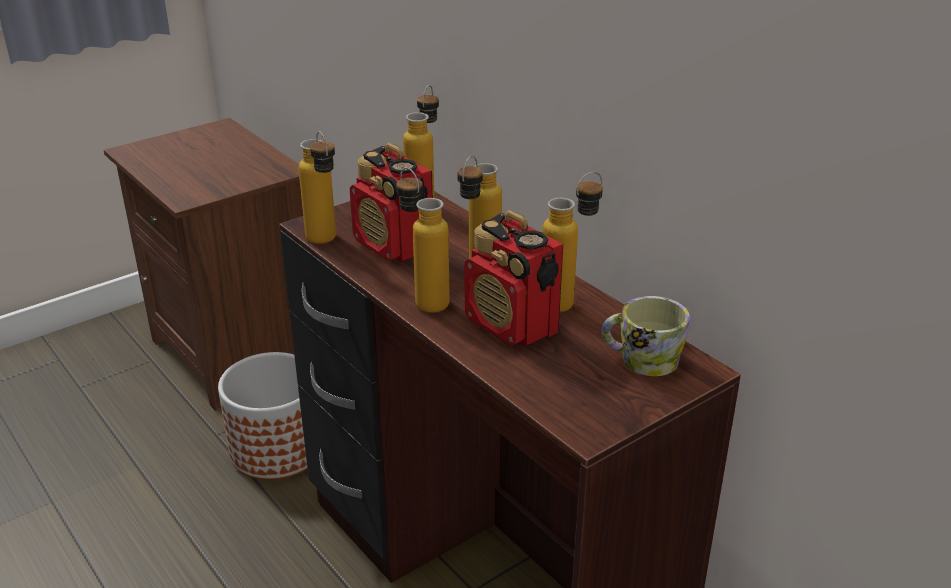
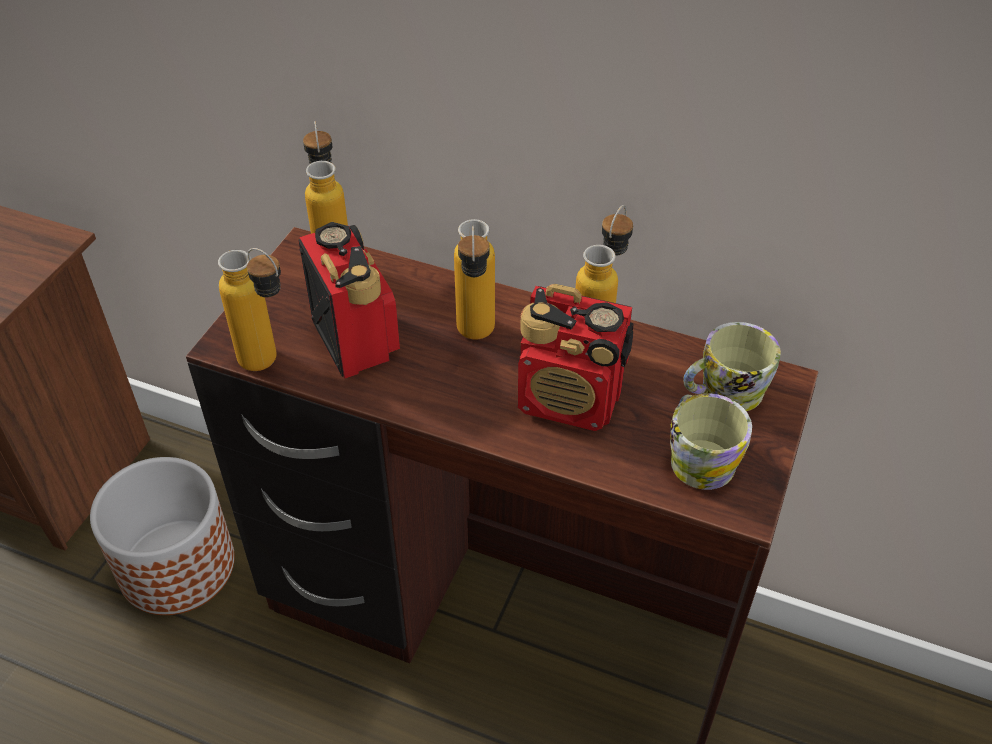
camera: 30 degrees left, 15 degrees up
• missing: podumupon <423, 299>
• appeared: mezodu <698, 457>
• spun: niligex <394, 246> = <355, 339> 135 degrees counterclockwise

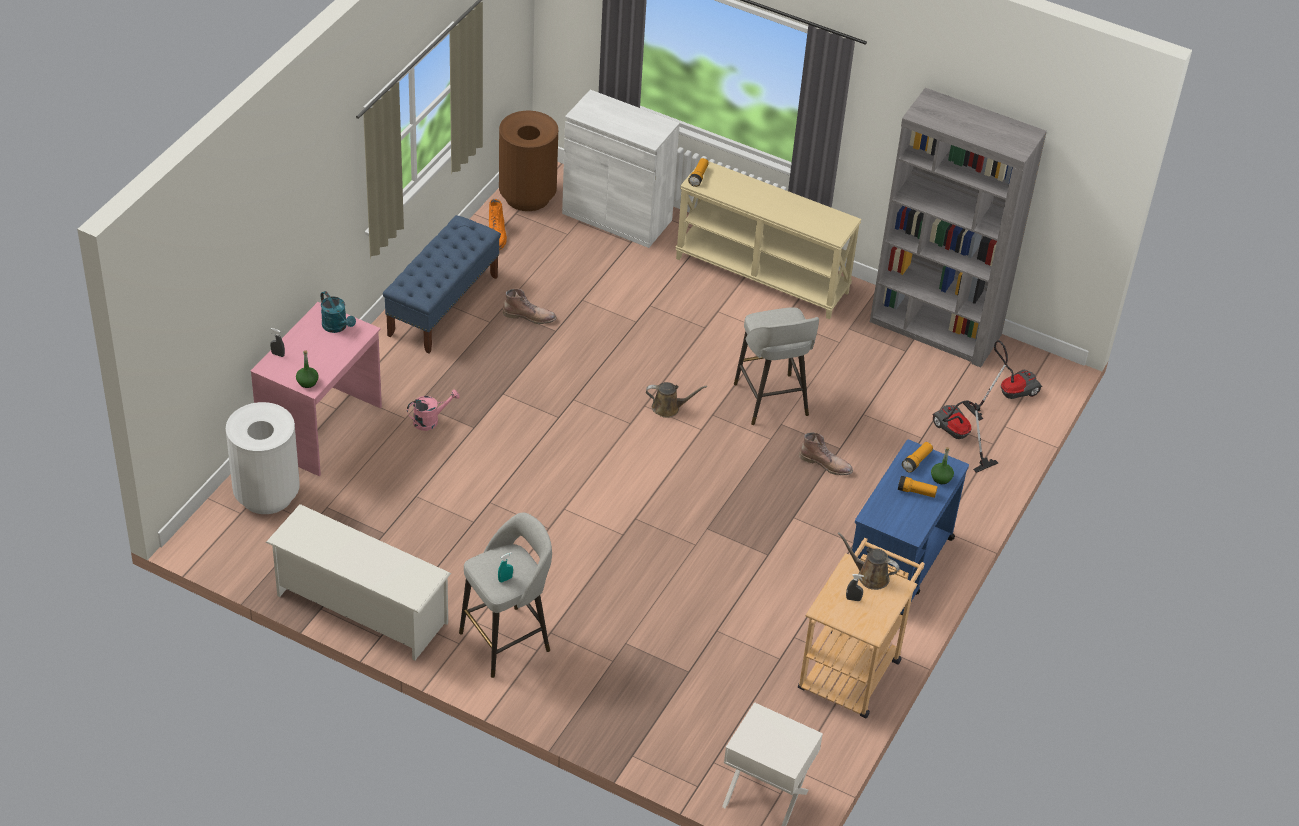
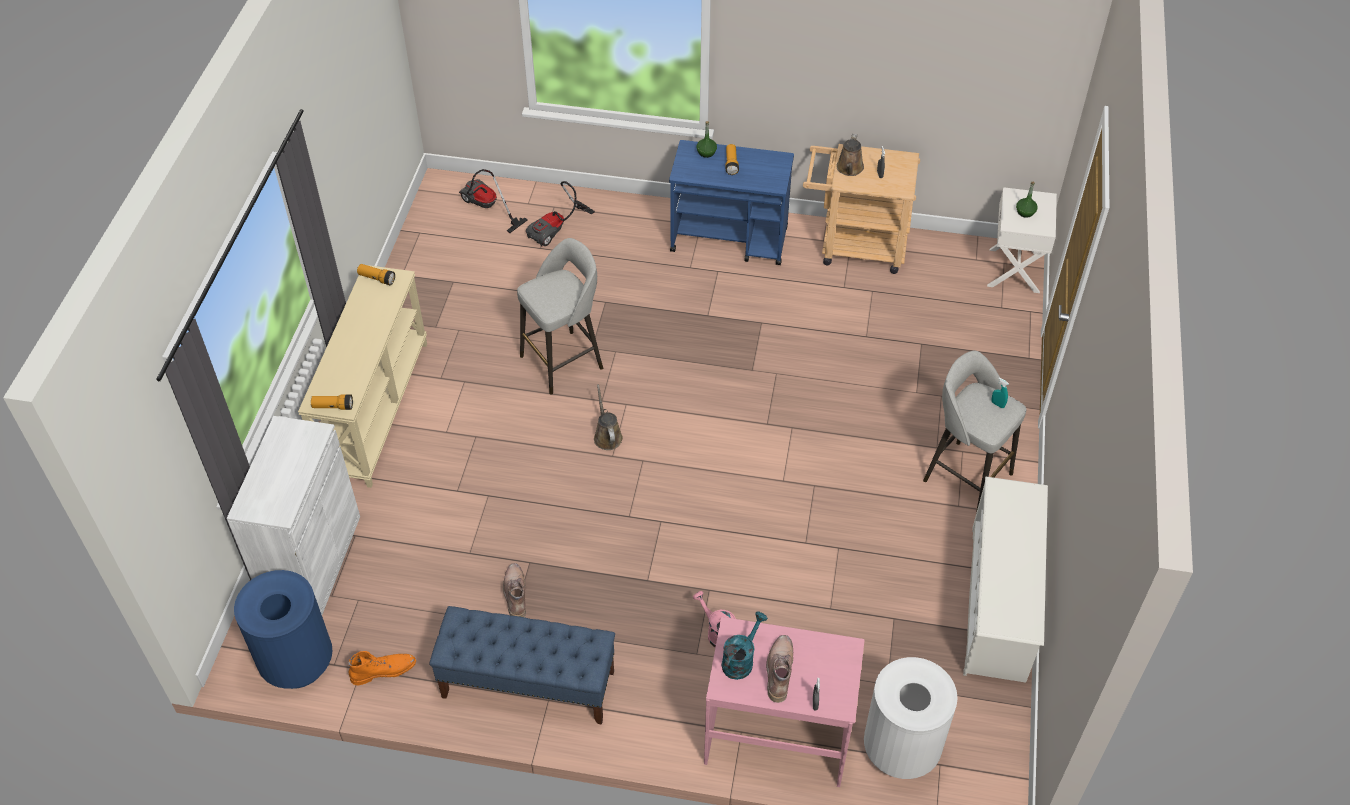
camera: 105 degrees left, 5 degrees up
• missing: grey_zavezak <935, 329>
• relocated: green_podumupon <307, 382> to <1025, 212>
• relocated: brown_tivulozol <826, 464> to <779, 670>
• relocated: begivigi <916, 461> to <377, 278>
• colour: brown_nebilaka <527, 196> to blue_nebilaka <297, 662>

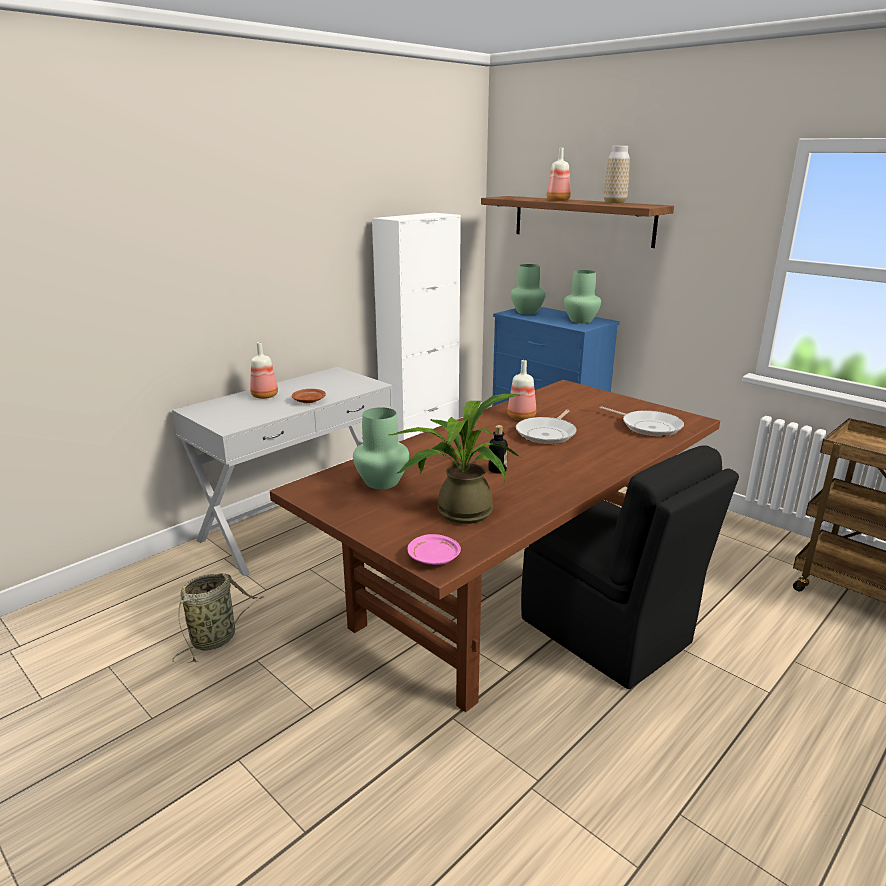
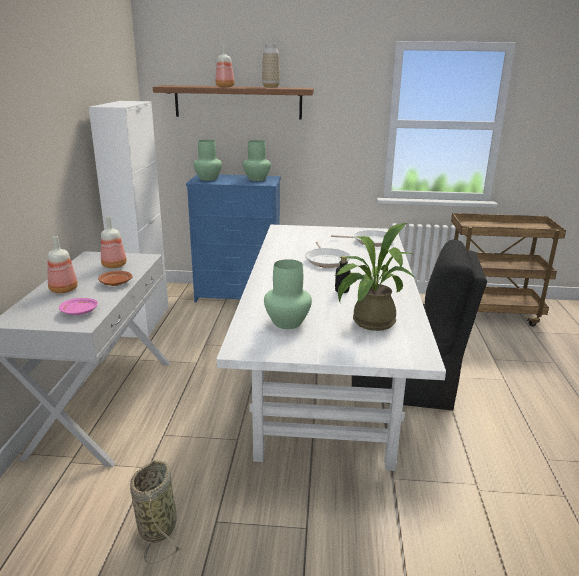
camera: 40 degrees left, 0 degrees up
• relocated: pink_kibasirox <434, 558> to <80, 312>
• relocated: podumupon <522, 417> to <115, 265>
• colour: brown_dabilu <514, 591> to white_dabilu <326, 384>

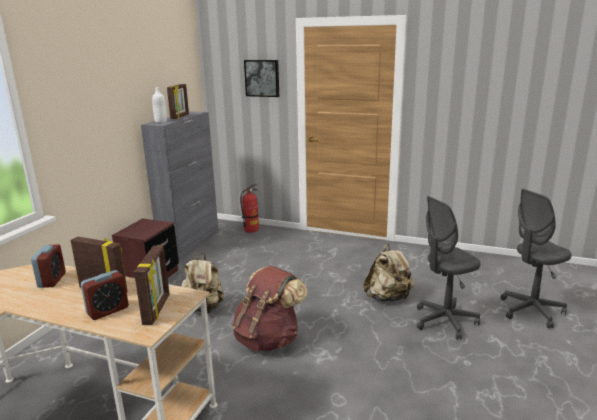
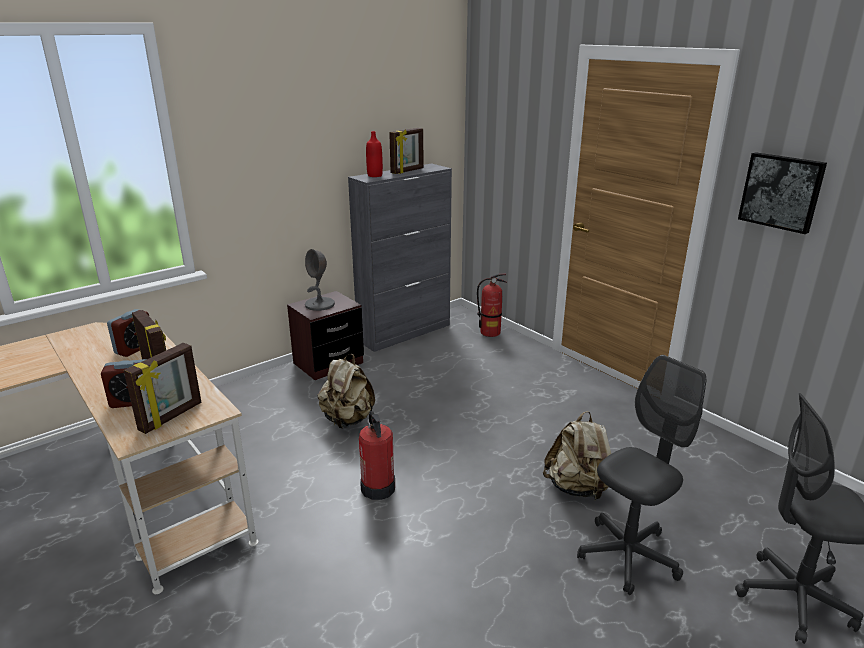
camera: 30 degrees right, 5 degrees up
• appeared: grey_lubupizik <320, 304>
• relocated: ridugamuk <262, 78> to <781, 191>
• exchanged: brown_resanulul <268, 339> to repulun <378, 487>
• colour: white_podumupon <161, 121> to red_podumupon <374, 175>
• spun: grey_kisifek <445, 321> = <628, 556> 135 degrees clockwise

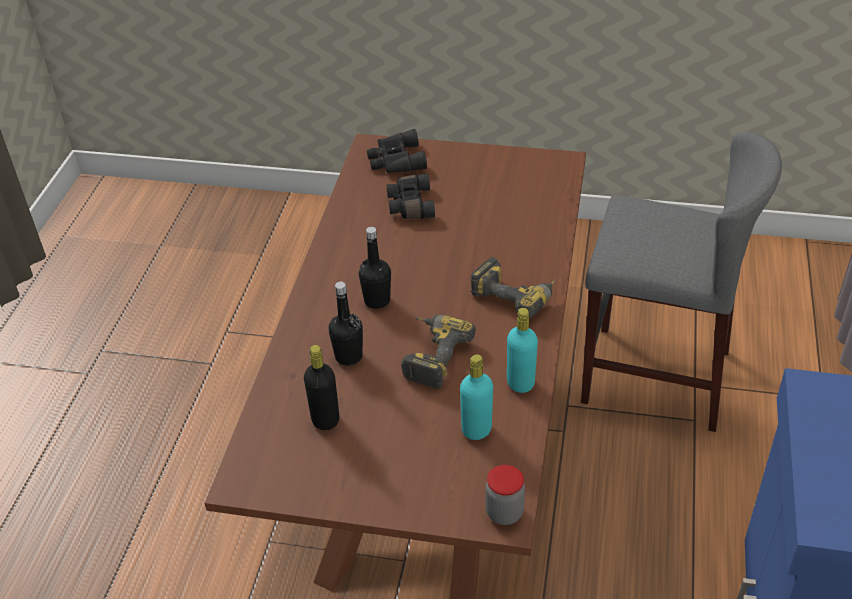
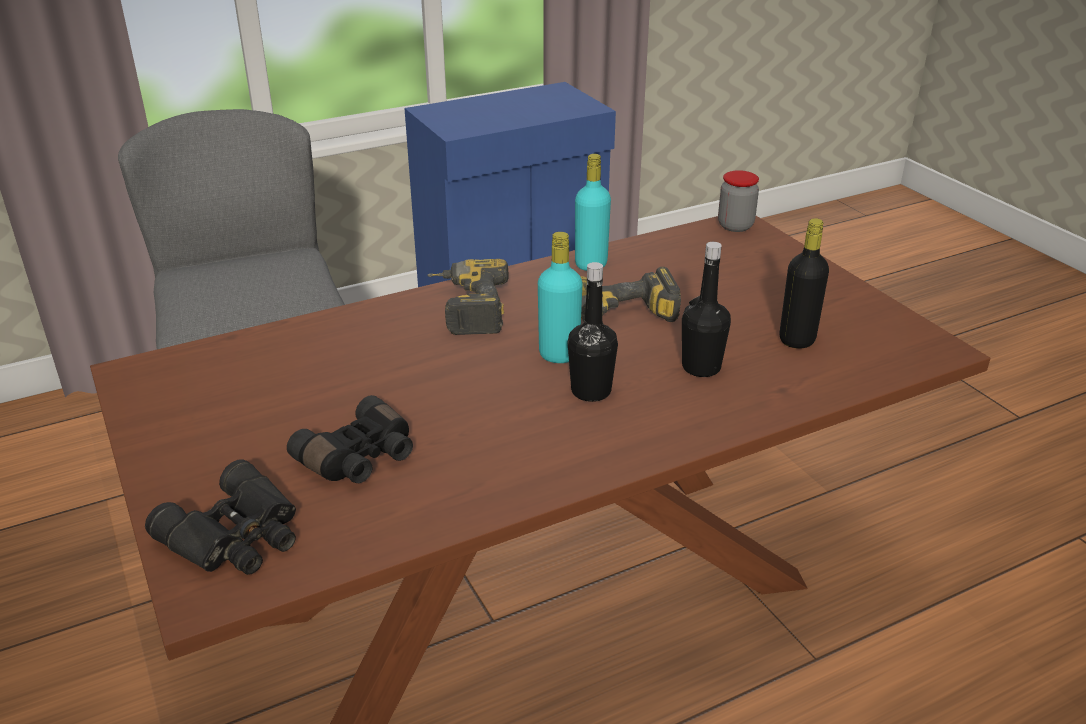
camera: 130 degrees left, 10 degrees down
• relocated: turquoise_podumupon <476, 430> to <559, 355>

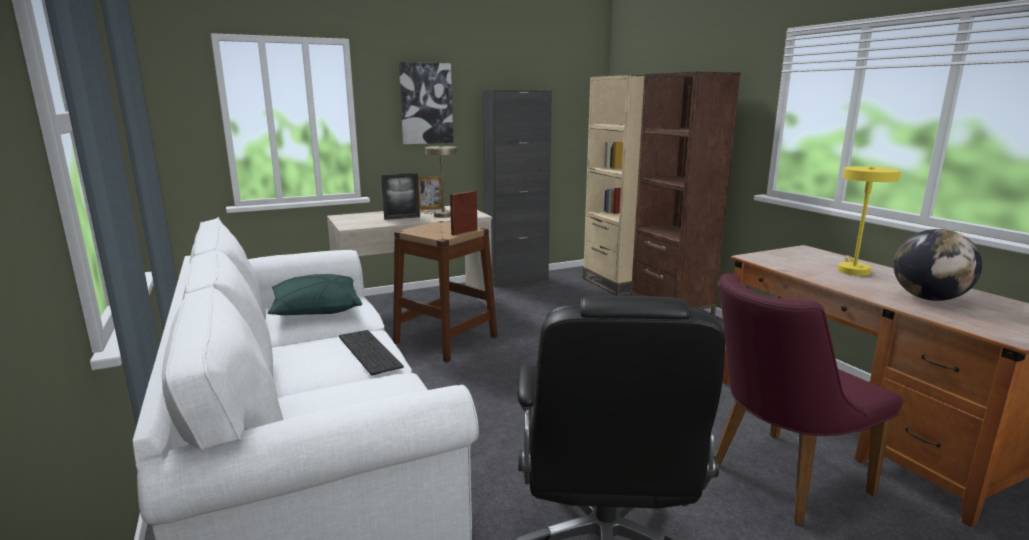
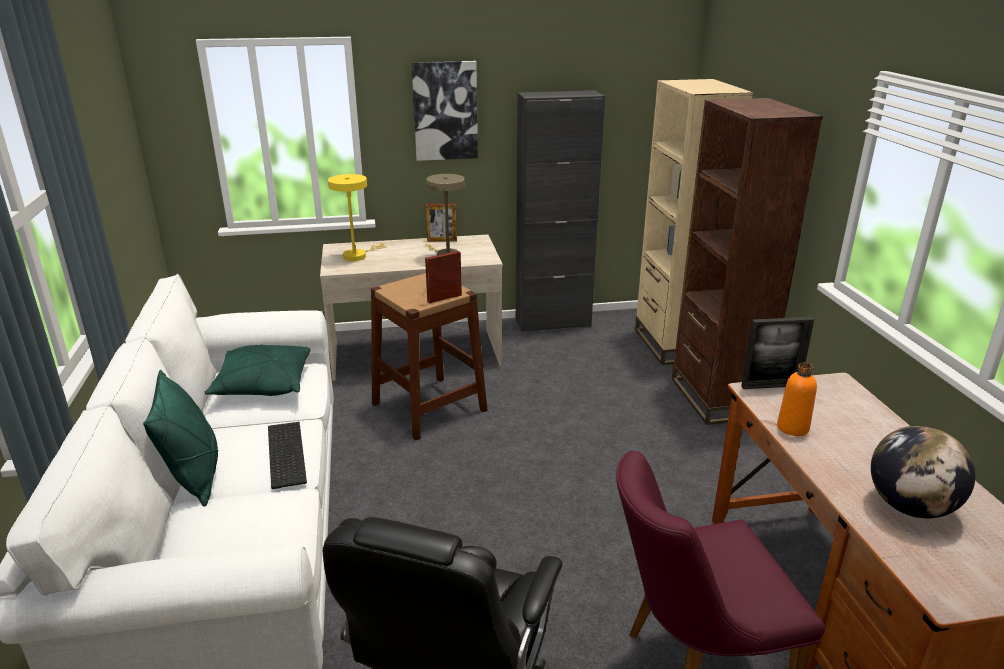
camera: 15 degrees right, 10 degrees up
• appeared: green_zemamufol <195, 476>
• appeared: orange_podumupon <792, 428>
• relocated: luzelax <402, 218> to <770, 386>
• relocated: yellow_lubupizik <852, 269> to <357, 255>

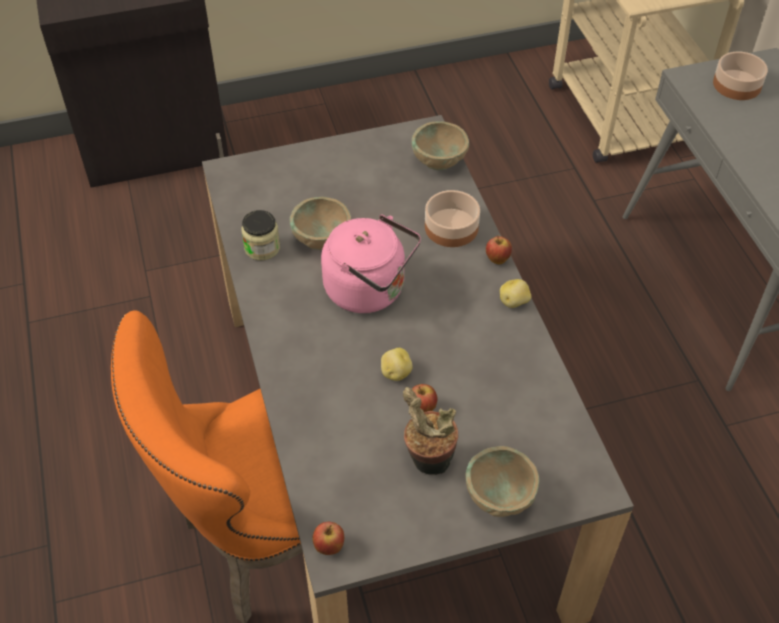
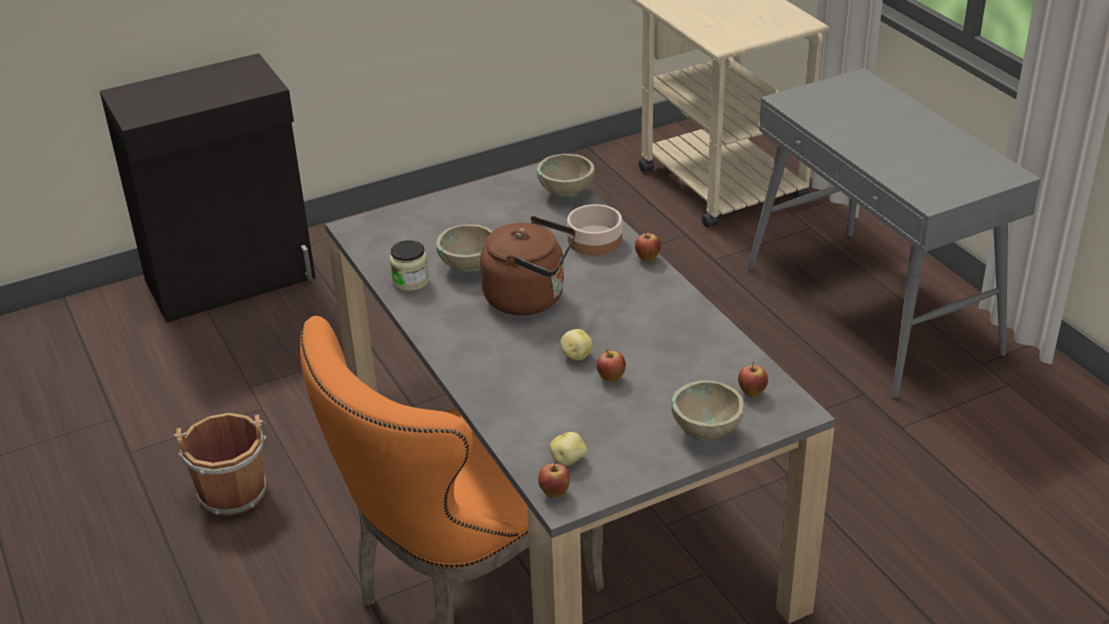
camera: 10 degrees left, 15 degrees down
• missing: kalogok <427, 462>
• missing: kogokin <736, 84>
• appeared: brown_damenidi <232, 491>
• appeared: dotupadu <751, 393>
• relocated: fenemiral <514, 302> to <569, 460>
• colour: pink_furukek <370, 290> to brown_furukek <530, 298>

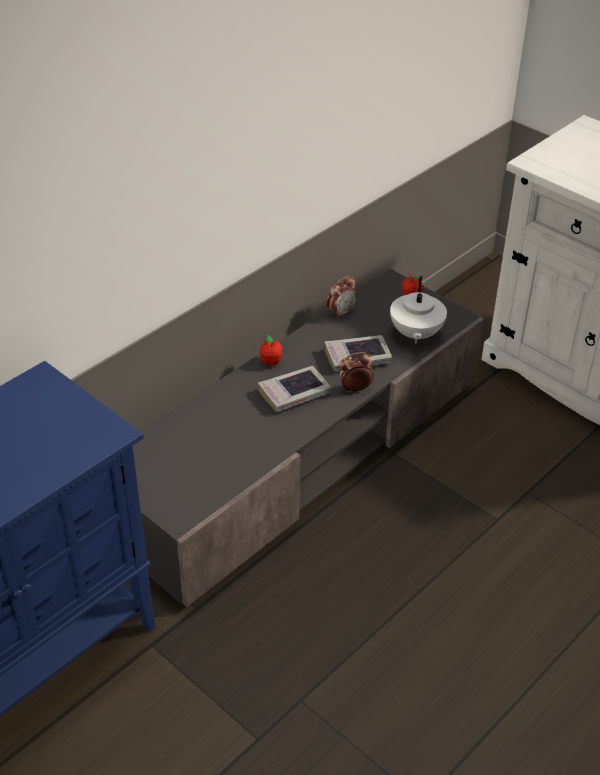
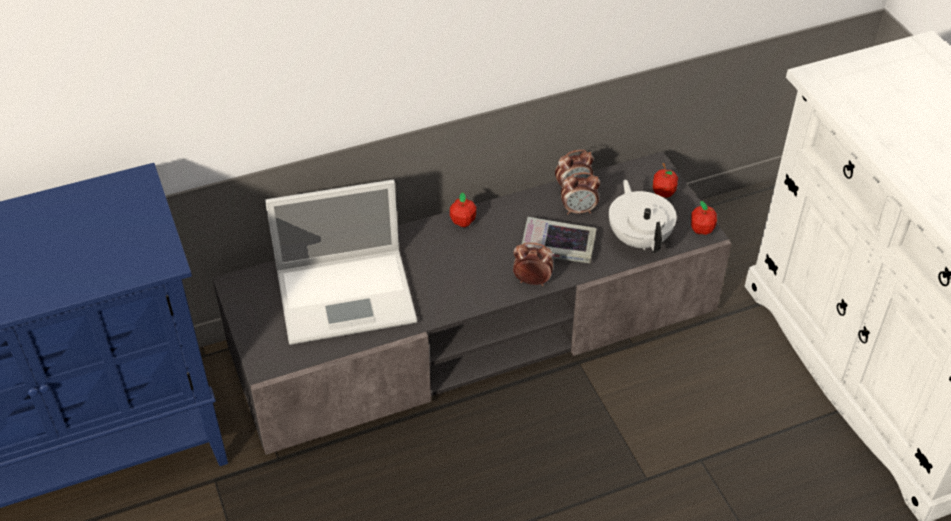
camera: 25 degrees right, 5 degrees up
• missing: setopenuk <294, 393>
• appeared: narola <348, 295>
• appeared: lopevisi <578, 210>
• appeared: dotupadu <701, 230>
• spun: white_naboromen <415, 334> = <639, 238> 135 degrees clockwise

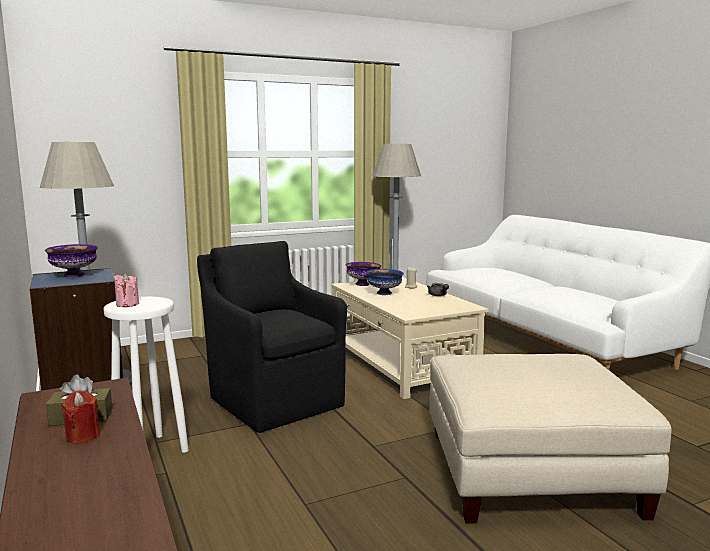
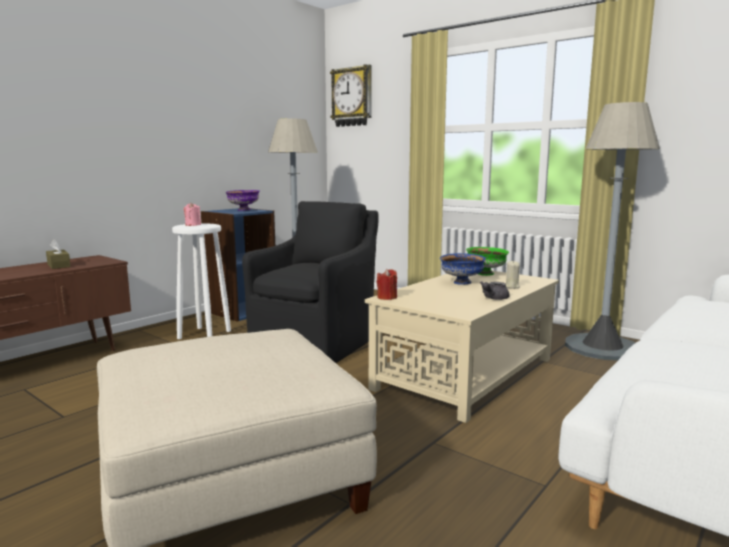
camera: 65 degrees right, 0 degrees up
• appeared: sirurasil <352, 97>
• relocated: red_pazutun <83, 436> to <387, 297>
• colour: purple_kogokin <363, 284> to green_kogokin <486, 274>

